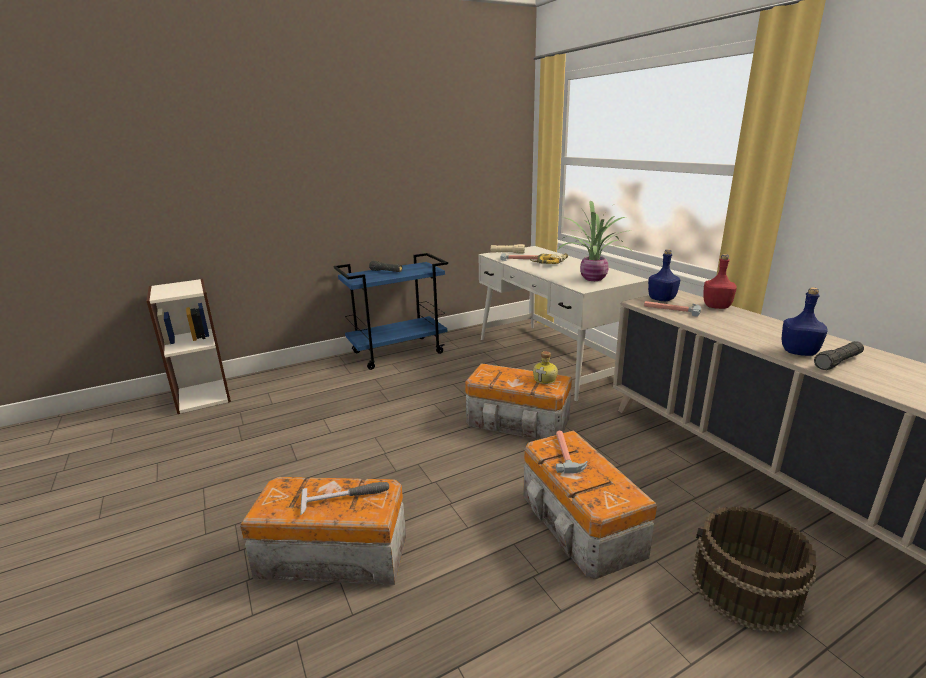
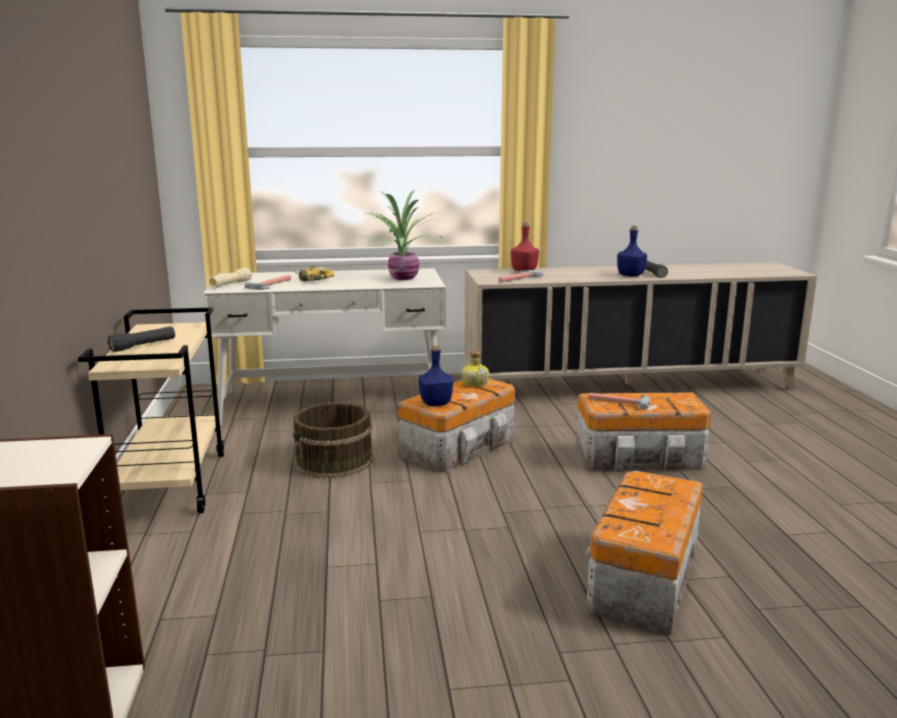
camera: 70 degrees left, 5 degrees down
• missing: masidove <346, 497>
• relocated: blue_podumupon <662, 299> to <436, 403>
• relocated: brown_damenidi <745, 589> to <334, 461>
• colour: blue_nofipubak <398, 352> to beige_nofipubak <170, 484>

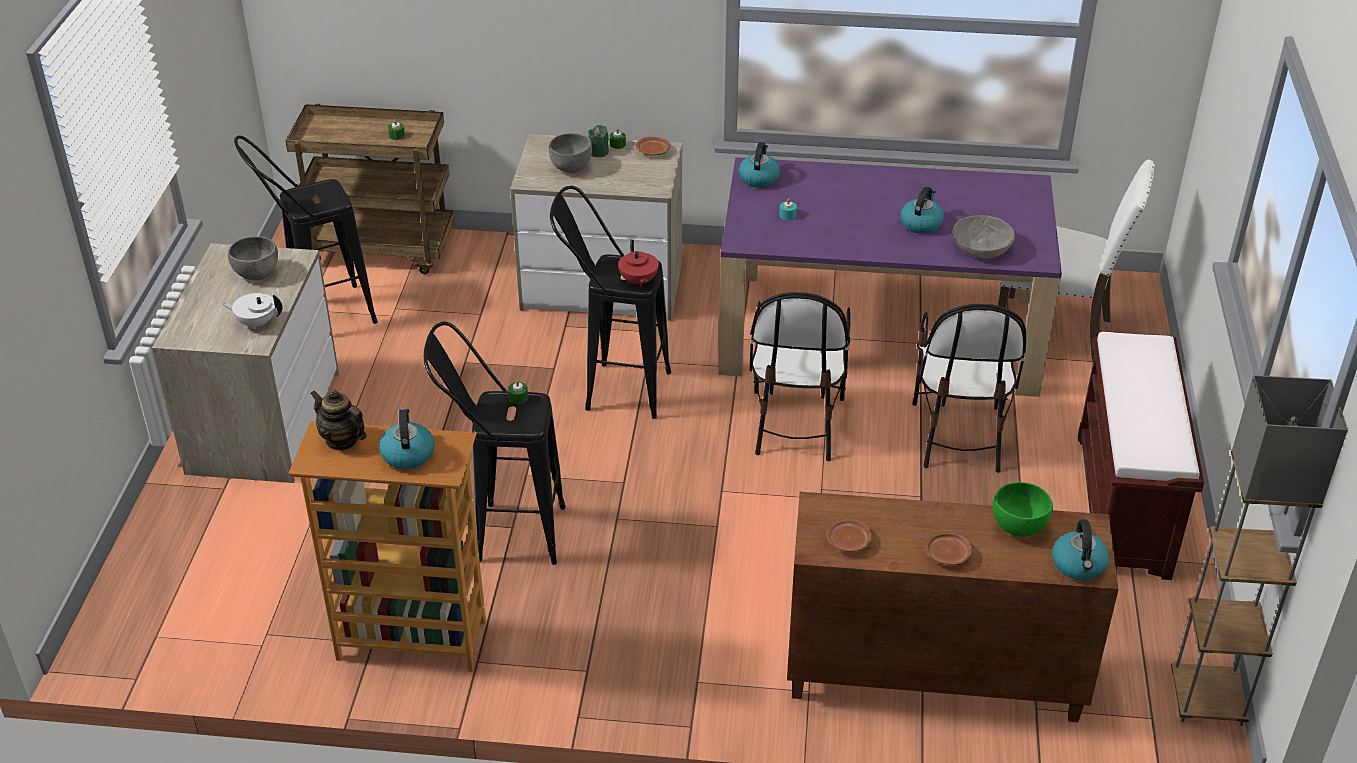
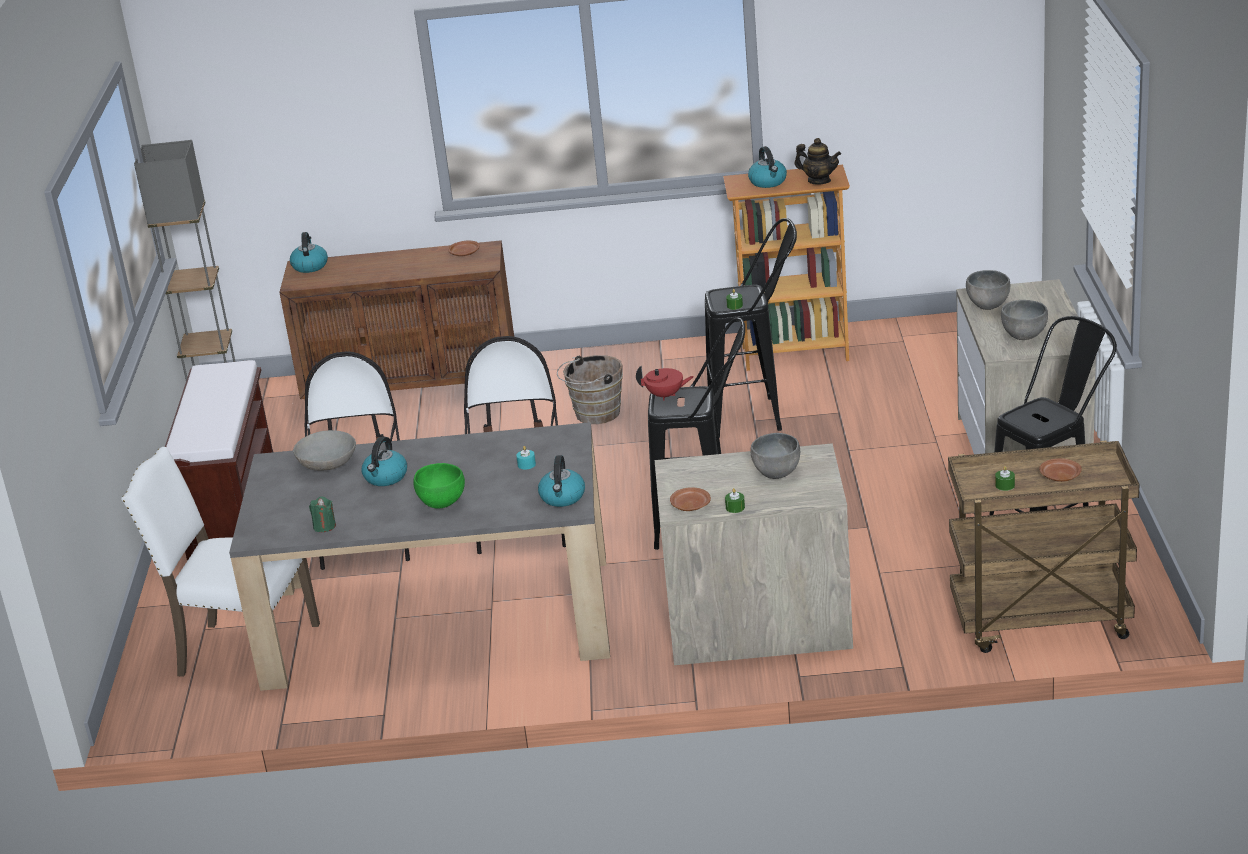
camera: 175 degrees right, 10 degrees down
• appeared: brown_damenidi <594, 414>
• relocated: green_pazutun <599, 152> to <324, 526>
• relocated: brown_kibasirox <948, 554> to <1059, 476>
• relocated: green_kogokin <1019, 527> to <441, 503>
• exchanged: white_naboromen <256, 322> to grey_kogokin <988, 305>
• colour: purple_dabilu <879, 334> to grey_dabilu <439, 620>
• spun: red_naboromen <638, 281> = <665, 395> 120 degrees clockwise

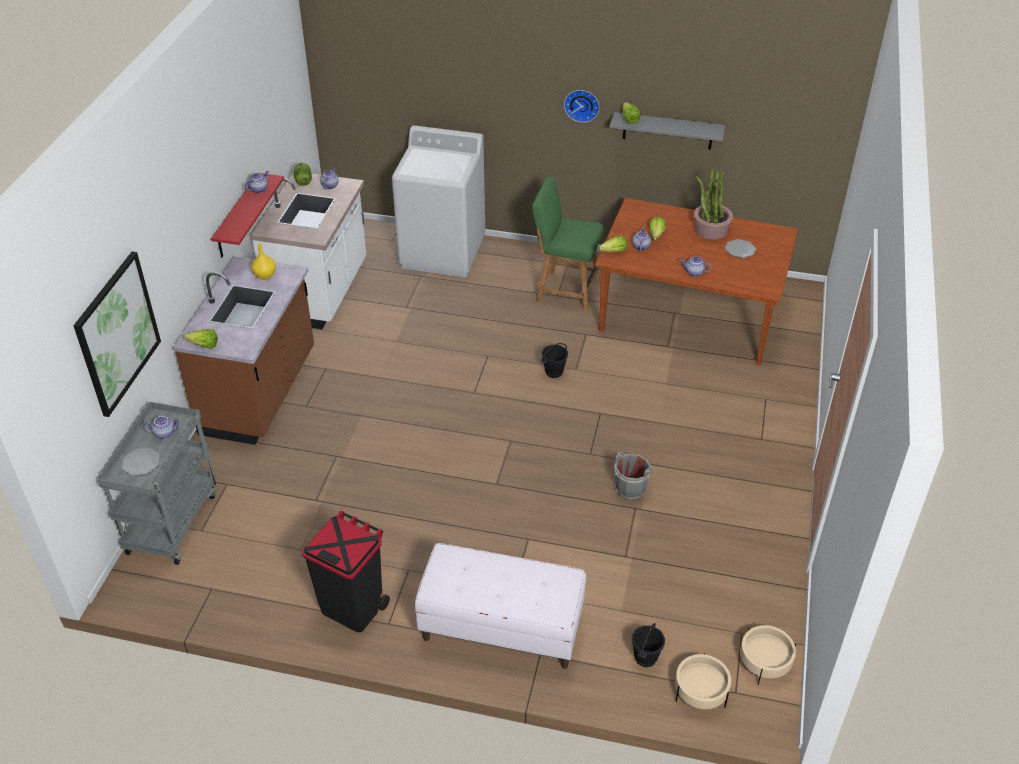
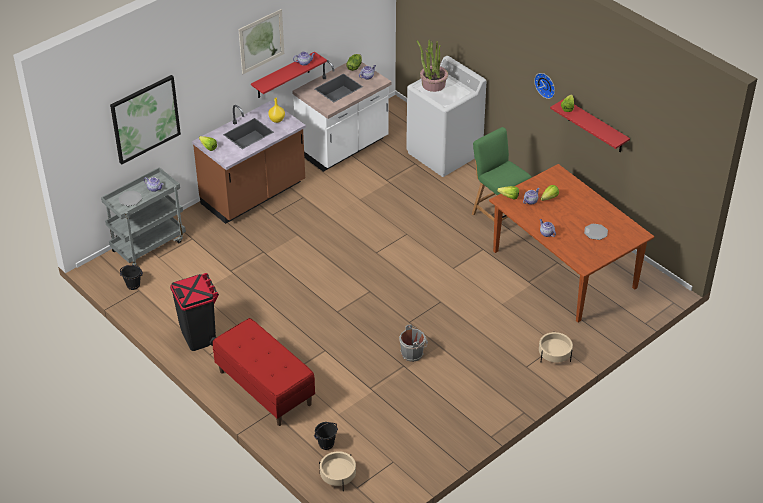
camera: 35 degrees right, 0 degrees up
• appeared: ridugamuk <261, 41>
• relocated: black_damenidi <554, 372> to <133, 285>
• relocated: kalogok <710, 230> to <433, 84>
• relocated: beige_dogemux <764, 662> to <554, 355>
• colour: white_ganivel <501, 628> to red_ganivel <264, 388>
• colour: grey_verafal <667, 131> to red_verafal <595, 127>

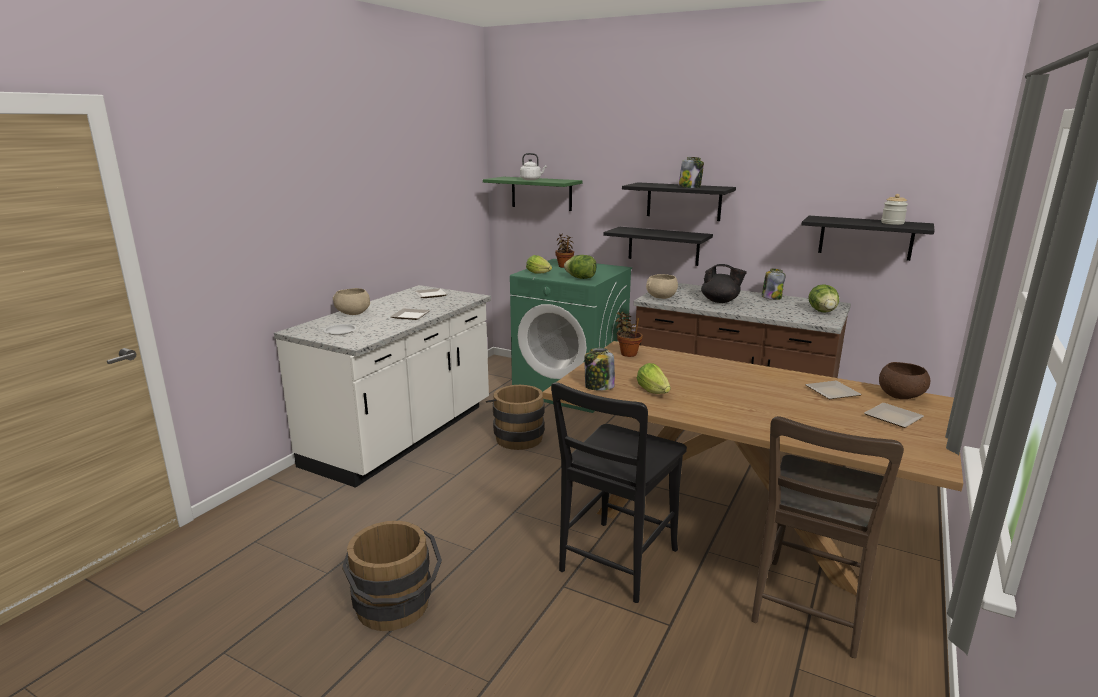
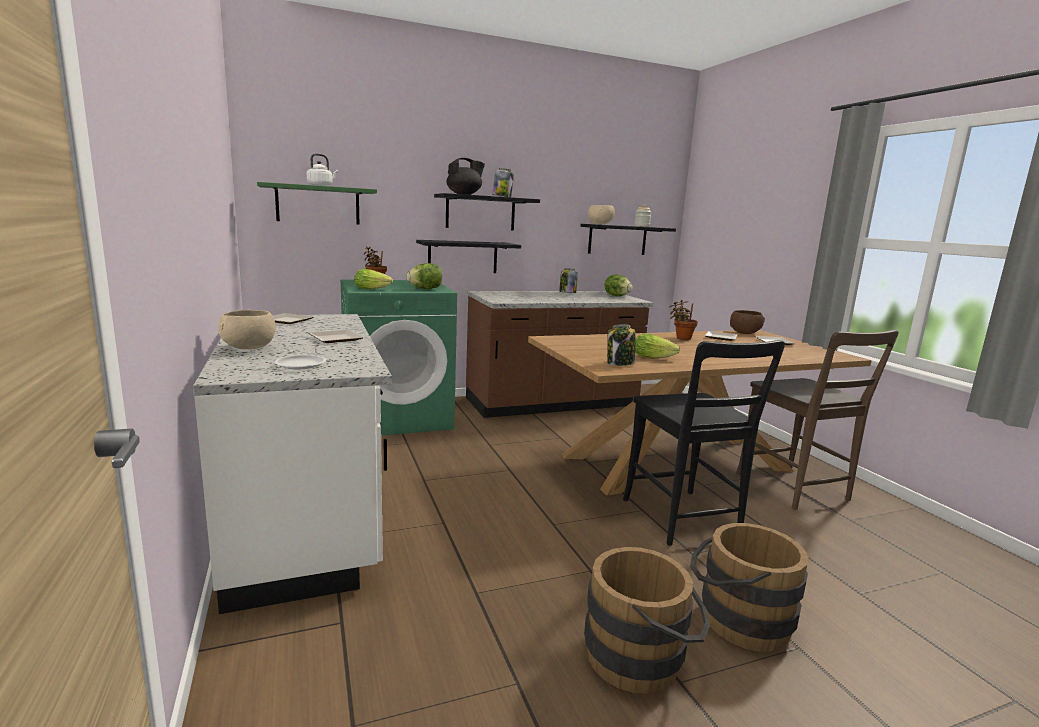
camera: 50 degrees left, 5 degrees down
• relocated: brown_damenidi <517, 436> to <736, 619>
• relocated: kalogok <627, 353> to <681, 338>
• relocated: beige_kogokin <661, 298> to <600, 224>
• relocated: black_naboromen <720, 301> to <464, 194>

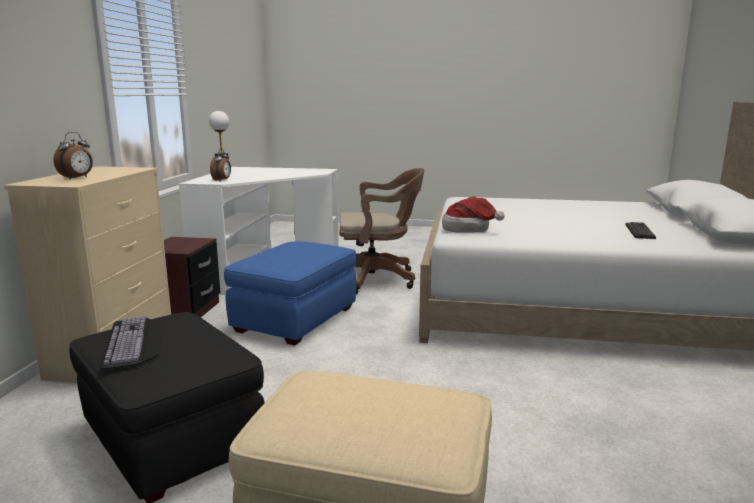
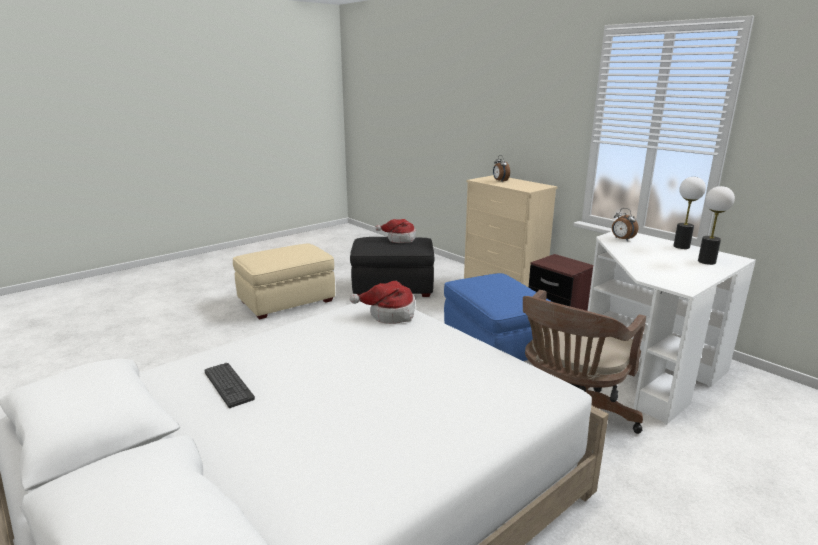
camera: 130 degrees right, 5 degrees up
• appeared: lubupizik <707, 262>
• exchanged: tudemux <135, 342> to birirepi <400, 239>

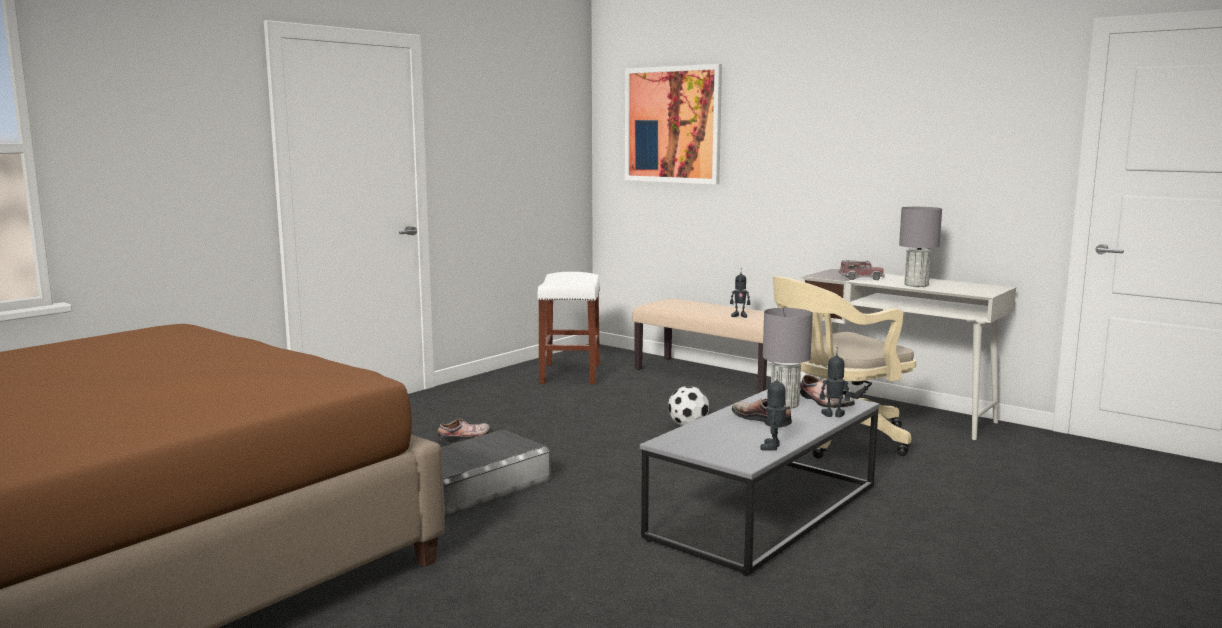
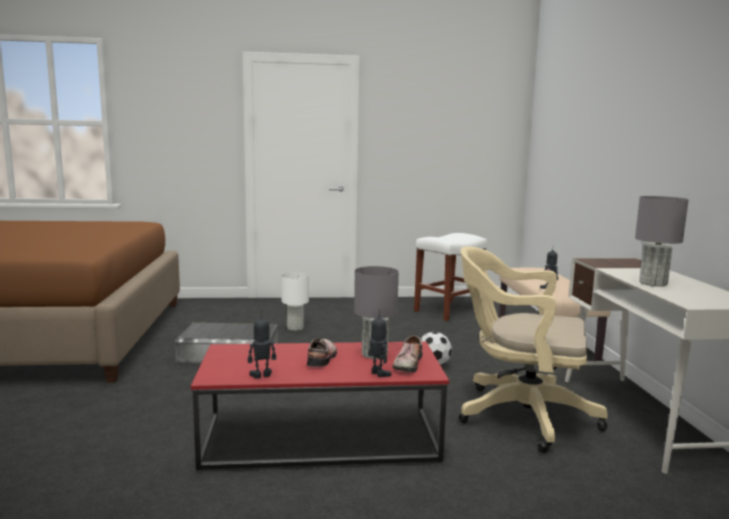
camera: 45 degrees right, 0 degrees up
• missing: ridugamuk <672, 124>
• missing: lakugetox <861, 278>
• exchanged: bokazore <465, 438> to white_lubupizik <295, 328>
• colour: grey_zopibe <764, 512> to red_zopibe <321, 439>

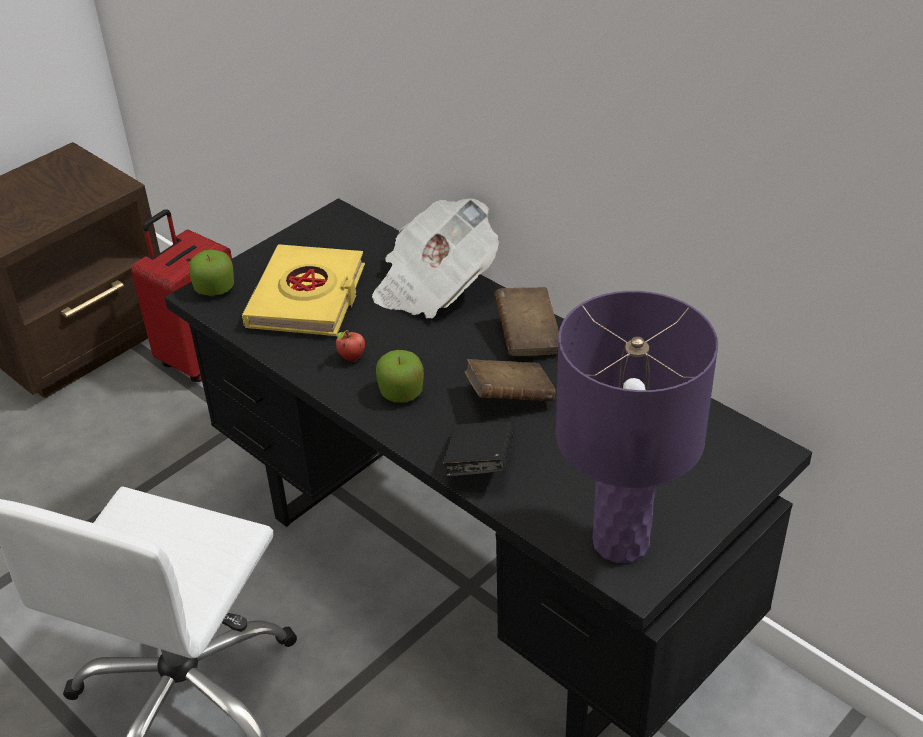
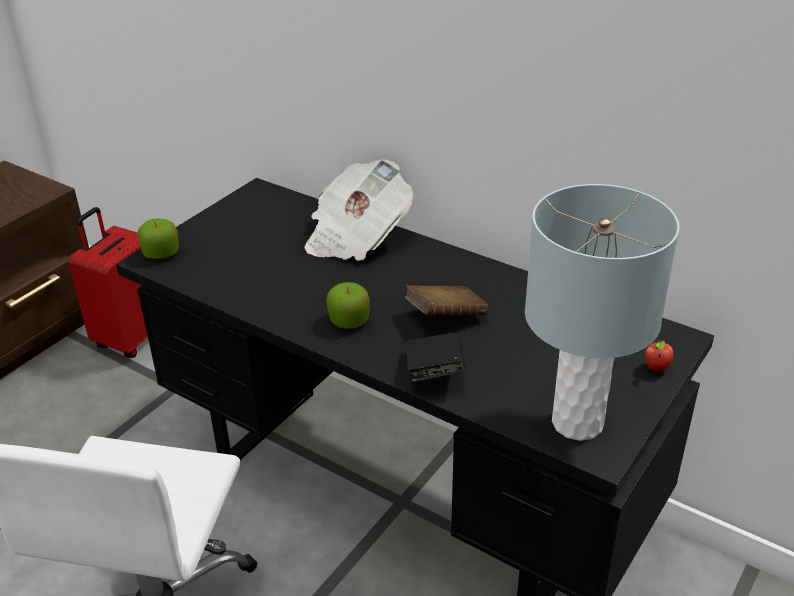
camera: 10 degrees left, 5 degrees down
• missing: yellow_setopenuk <307, 298>
• missing: brown_setopenuk <527, 337>
• relocated: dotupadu <351, 359> to <657, 369>
• colour: purple_lubupizik <620, 542> to grey_lubupizik <577, 423>

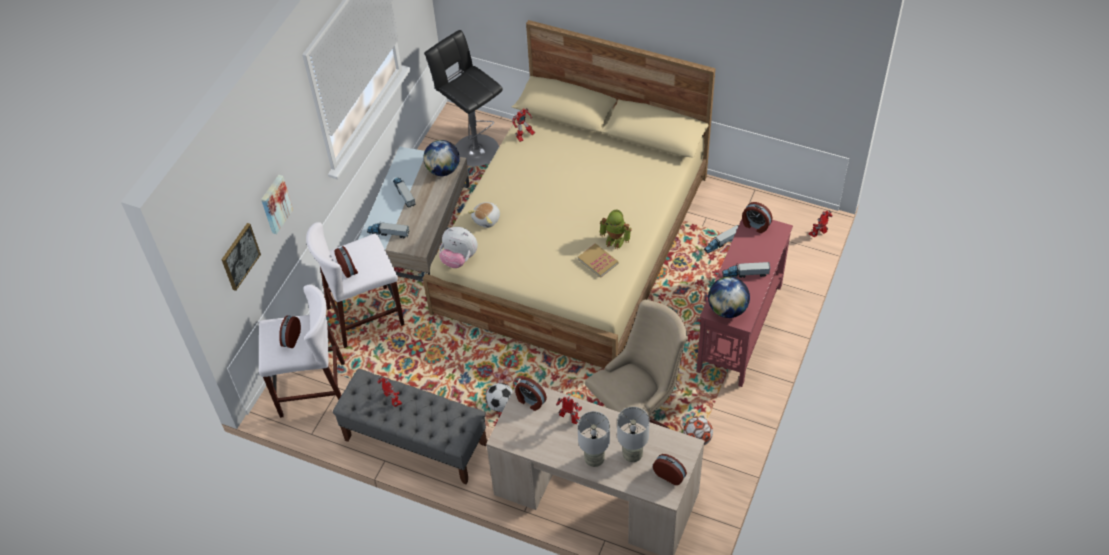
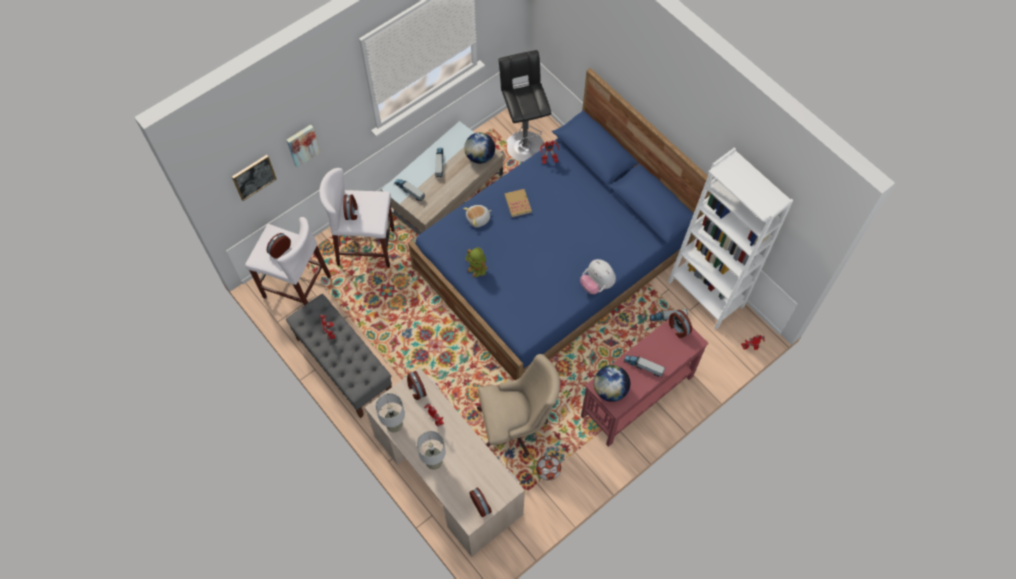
camera: 25 degrees right, 10 degrees up
• missing: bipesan <501, 405>
• appeared: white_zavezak <705, 294>
• relocated: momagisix <459, 258> to <597, 284>
• relocated: setopenuk <598, 261> to <518, 204>
• relocated: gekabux <615, 240> to <477, 269>
• relocated: grey_lubupizik <632, 455> to <394, 425>
• colour: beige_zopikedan <574, 243> to blue_zopikedan <553, 261>

